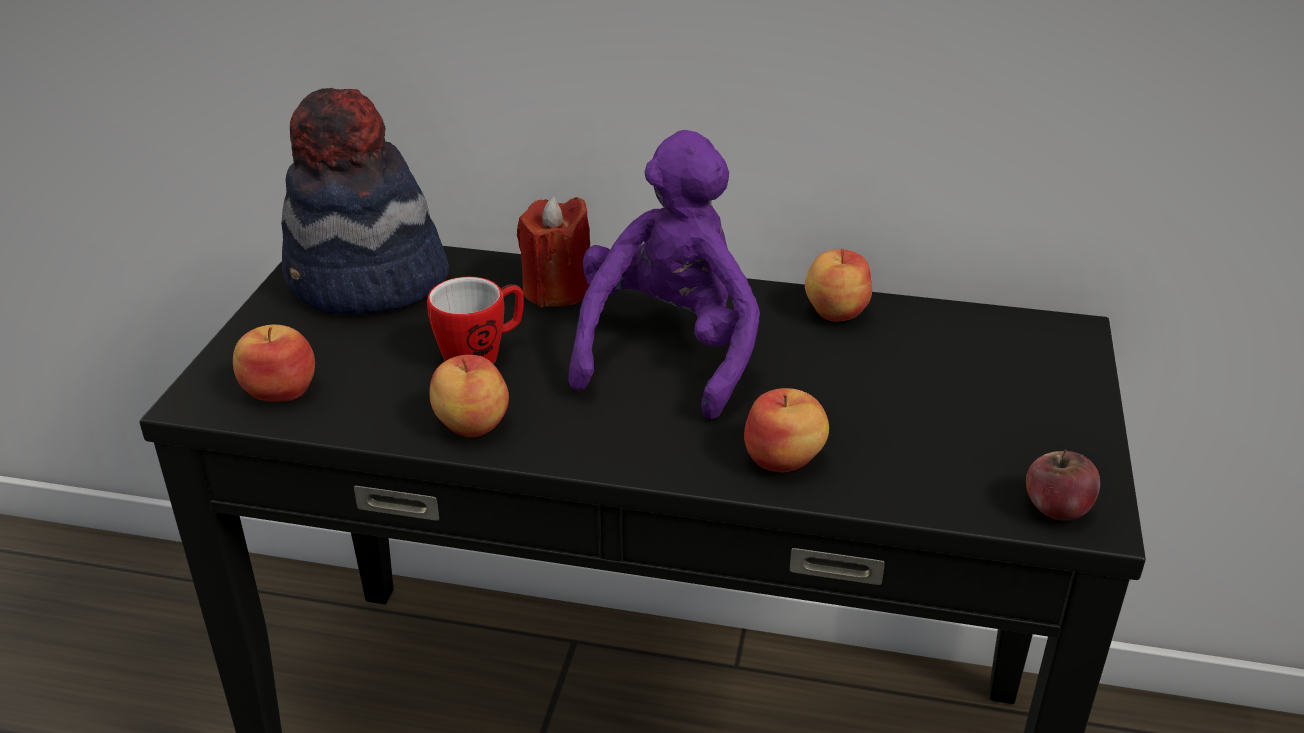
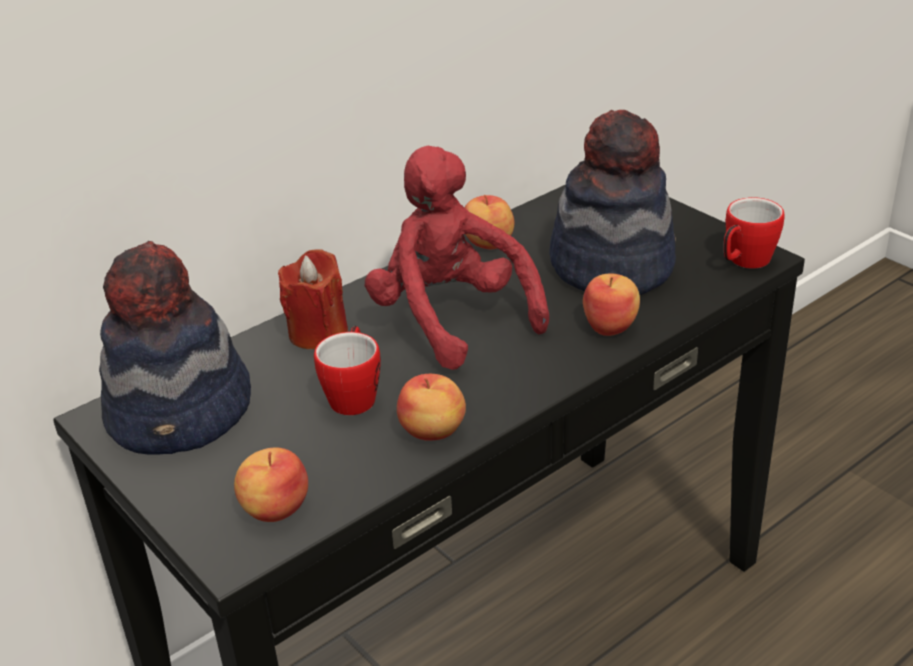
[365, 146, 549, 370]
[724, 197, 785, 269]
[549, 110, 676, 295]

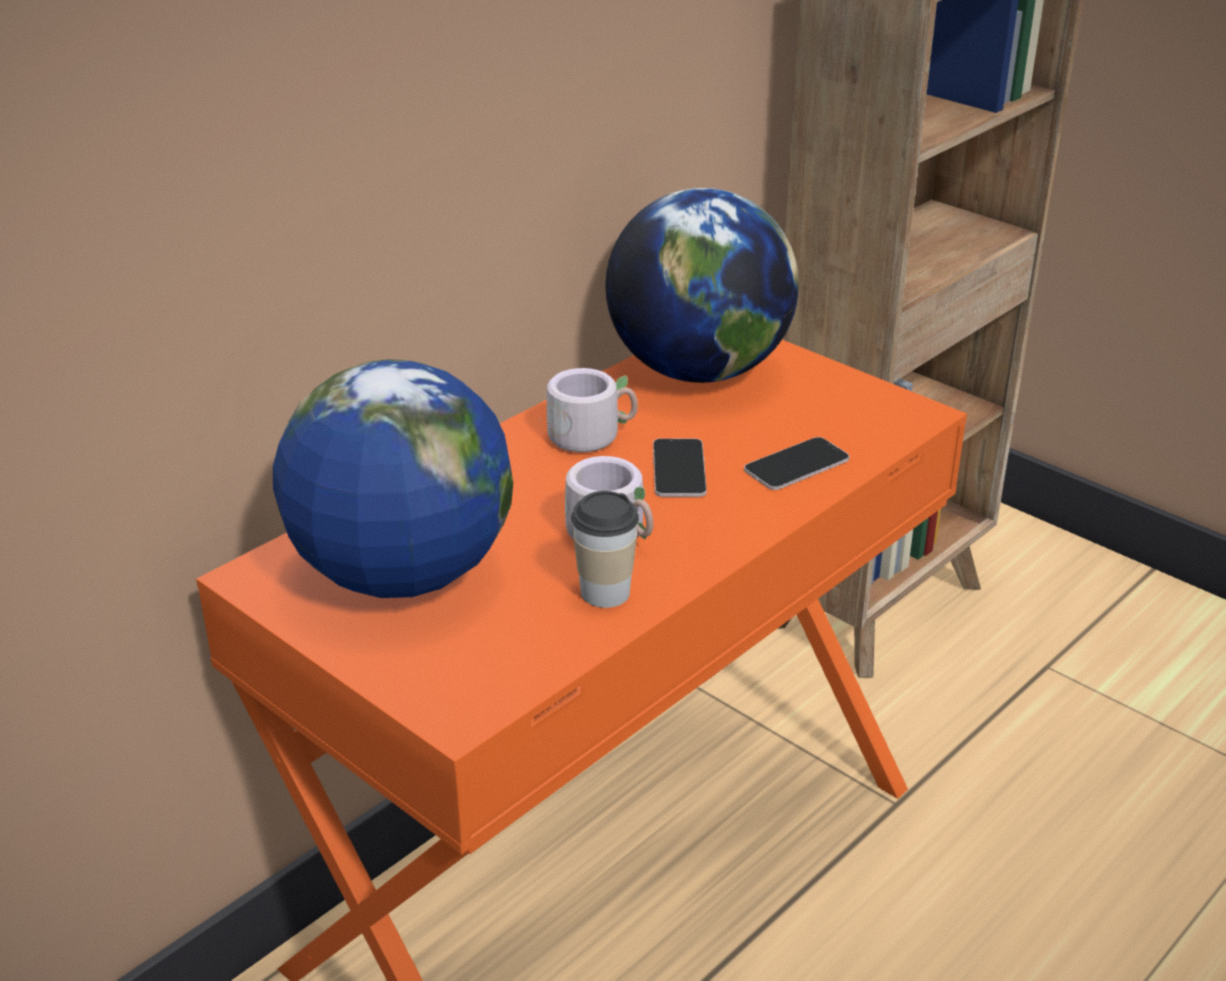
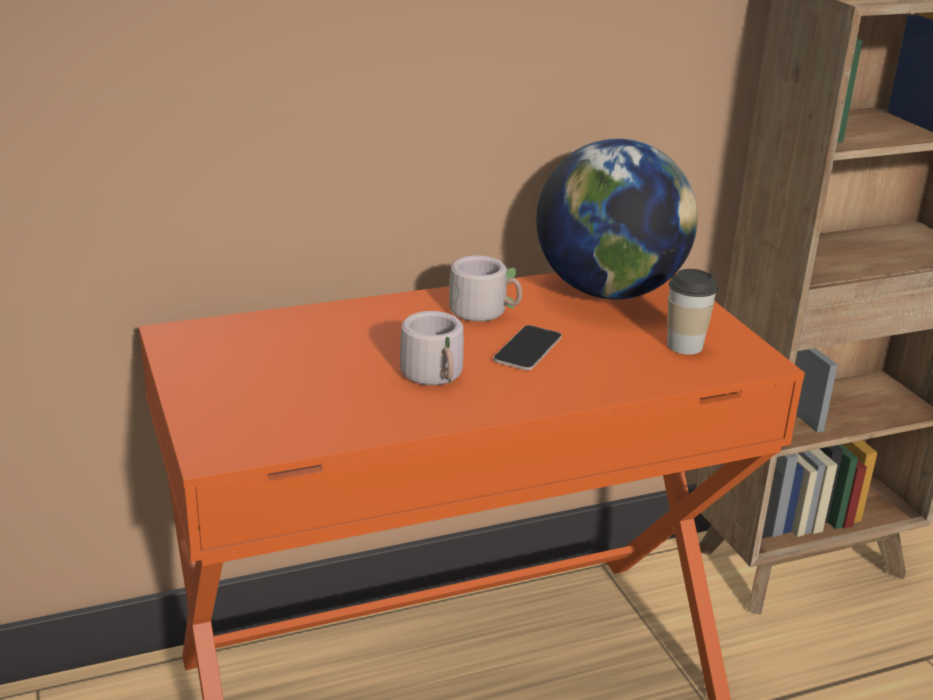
[273, 359, 513, 598] (first image)
[667, 269, 718, 355]
[744, 437, 849, 490] (first image)

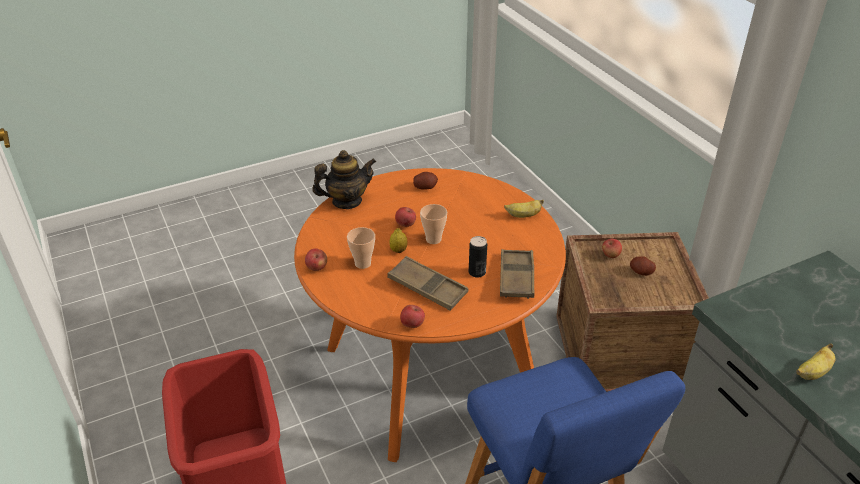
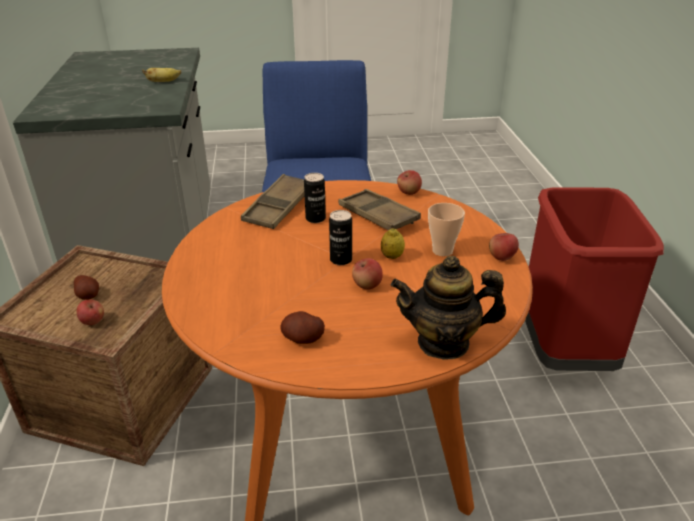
[329, 210, 352, 265]
[504, 200, 544, 218] (first image)

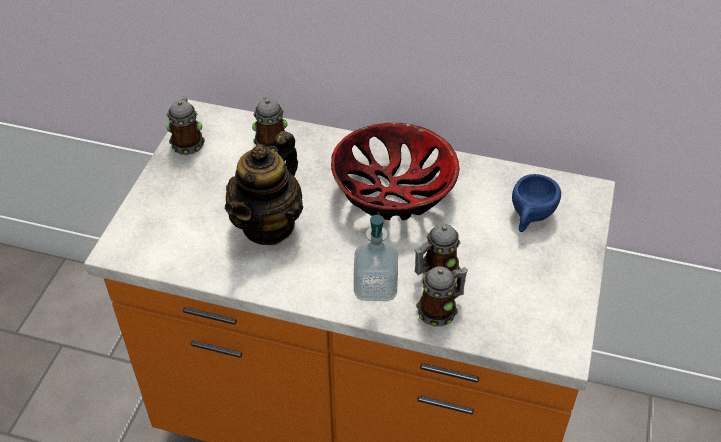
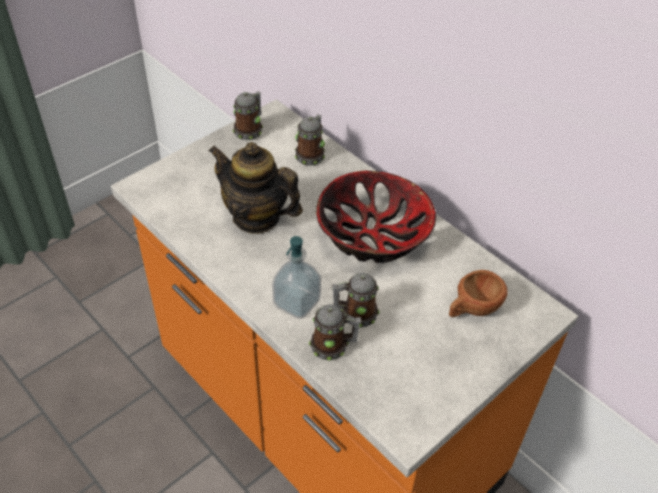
[209, 142, 303, 234]
[449, 270, 508, 317]

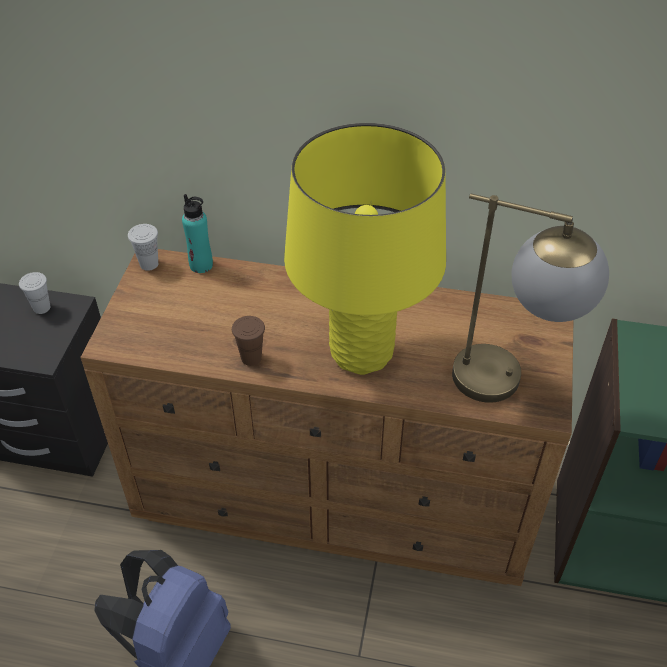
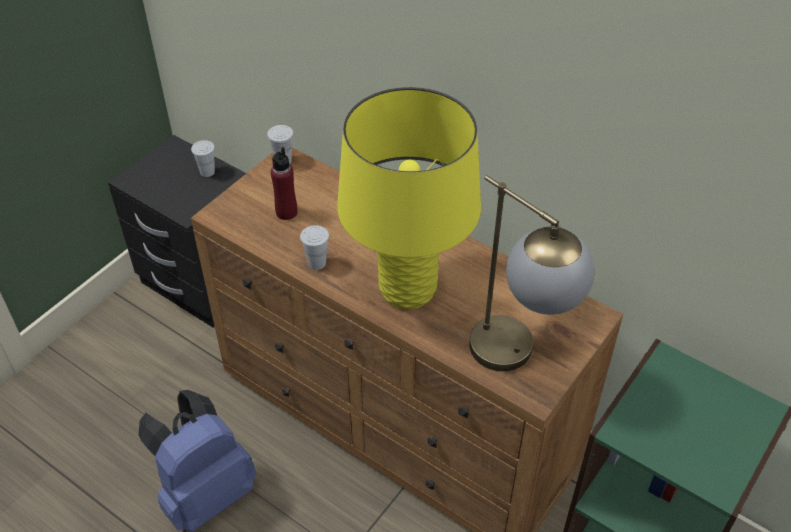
[182, 194, 213, 273] (first image)
[300, 225, 329, 270]
[271, 147, 297, 220]

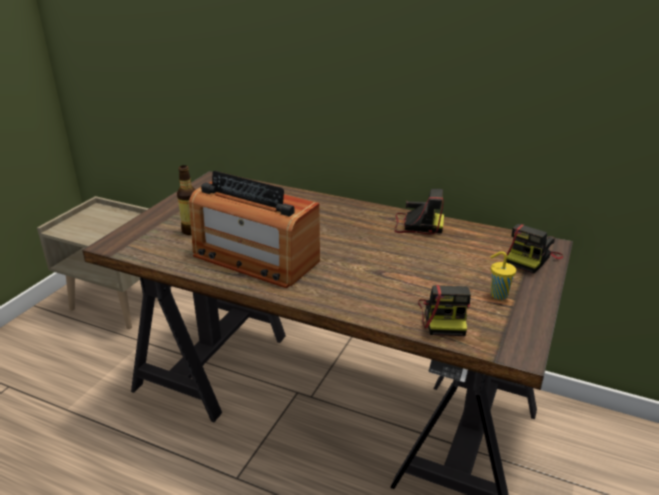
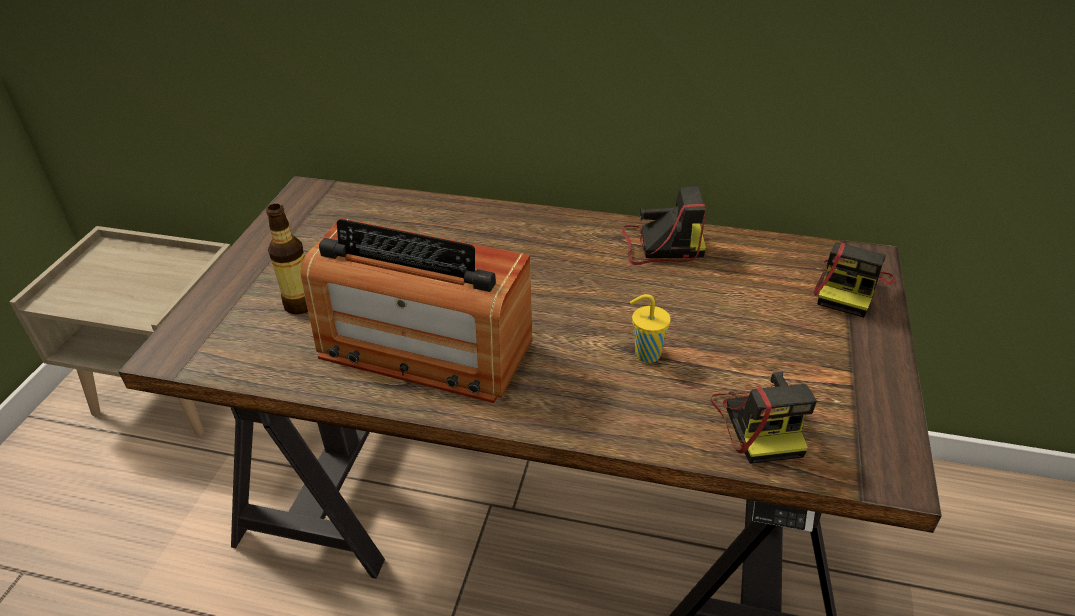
[630, 294, 671, 363]

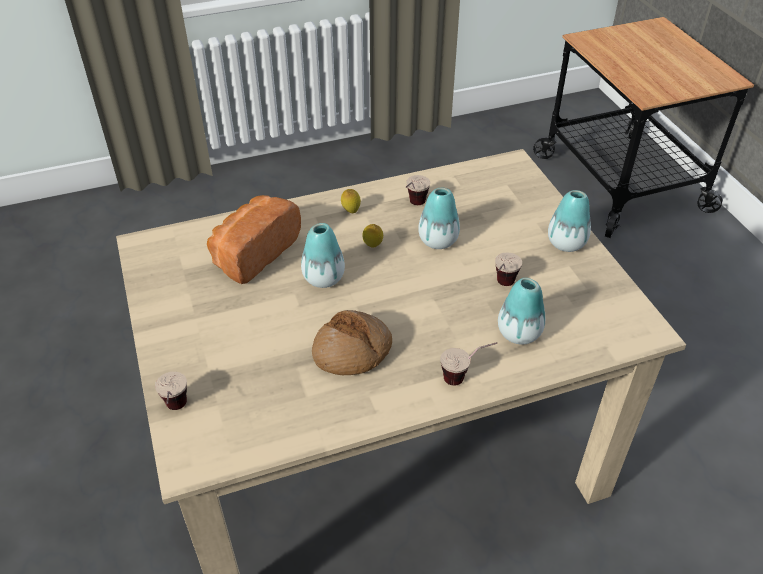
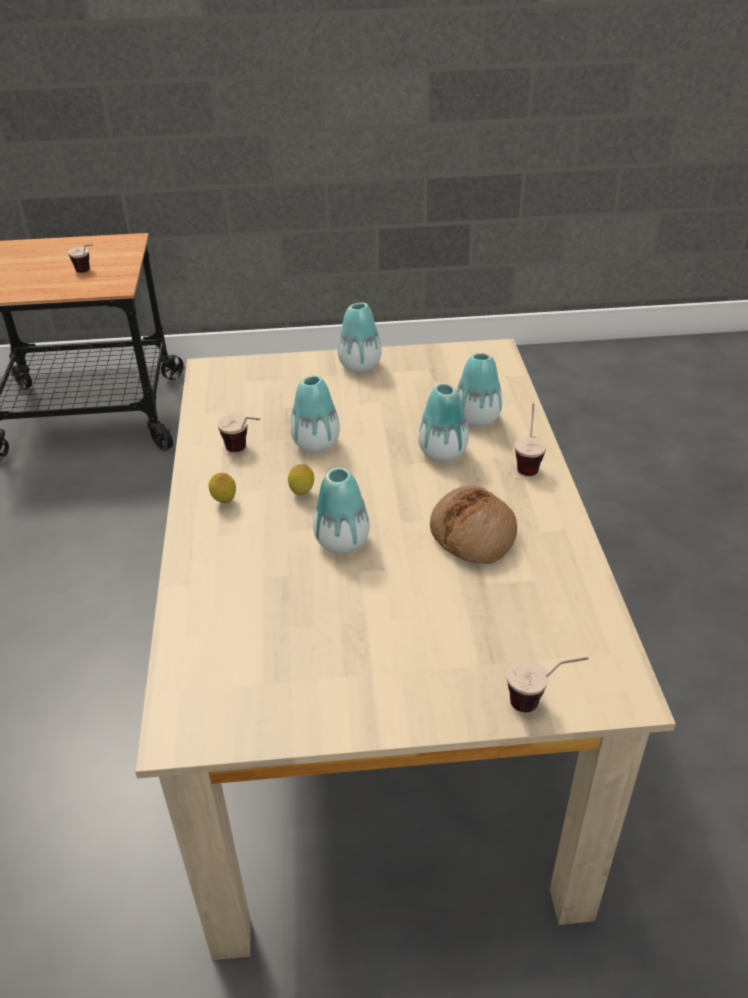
[207, 195, 301, 284] (first image)
[68, 245, 93, 273]
[418, 384, 469, 462]

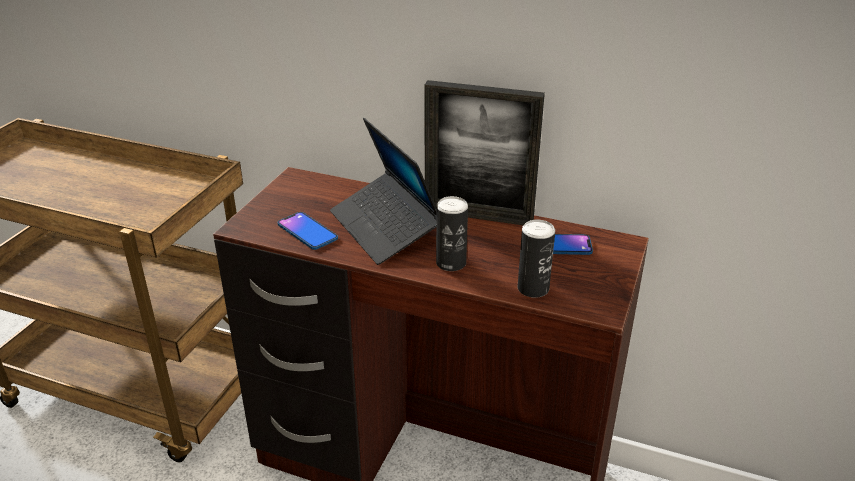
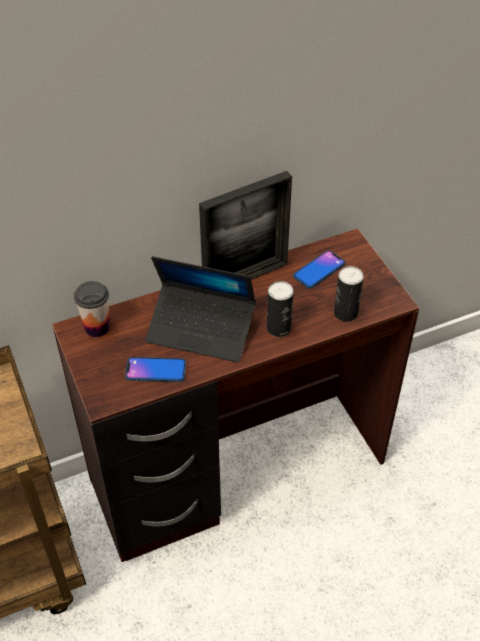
[74, 281, 110, 337]

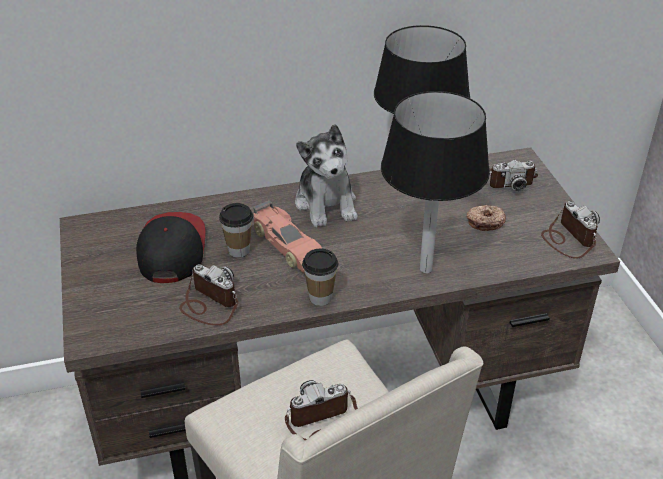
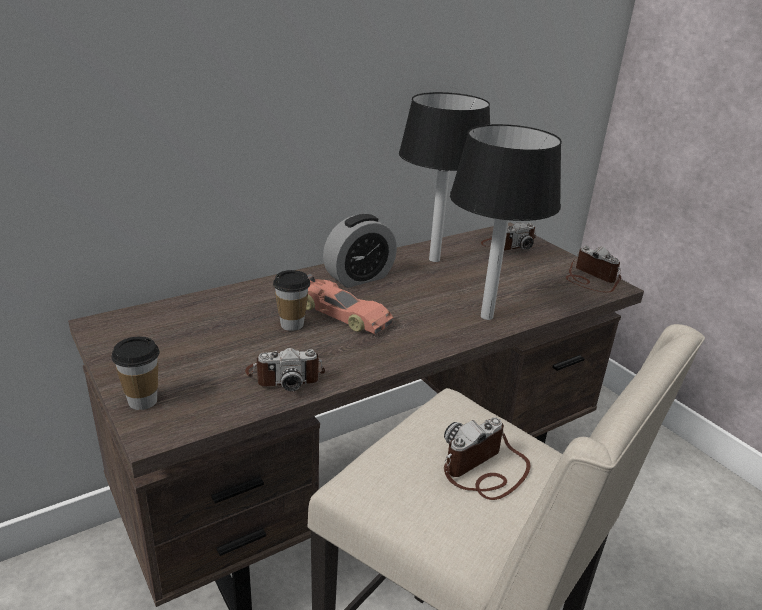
[136, 212, 206, 283] (first image)
[245, 348, 325, 391]
[323, 214, 397, 288]
[111, 337, 160, 410]
[467, 205, 506, 231] (first image)

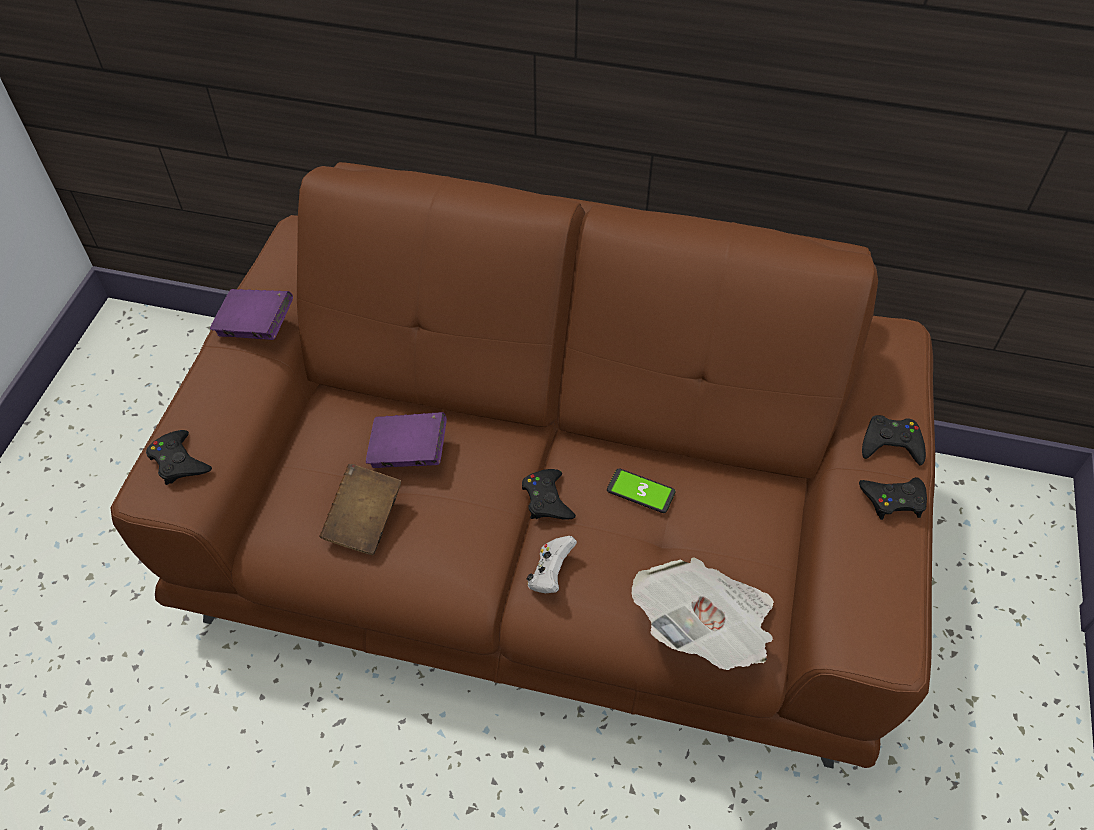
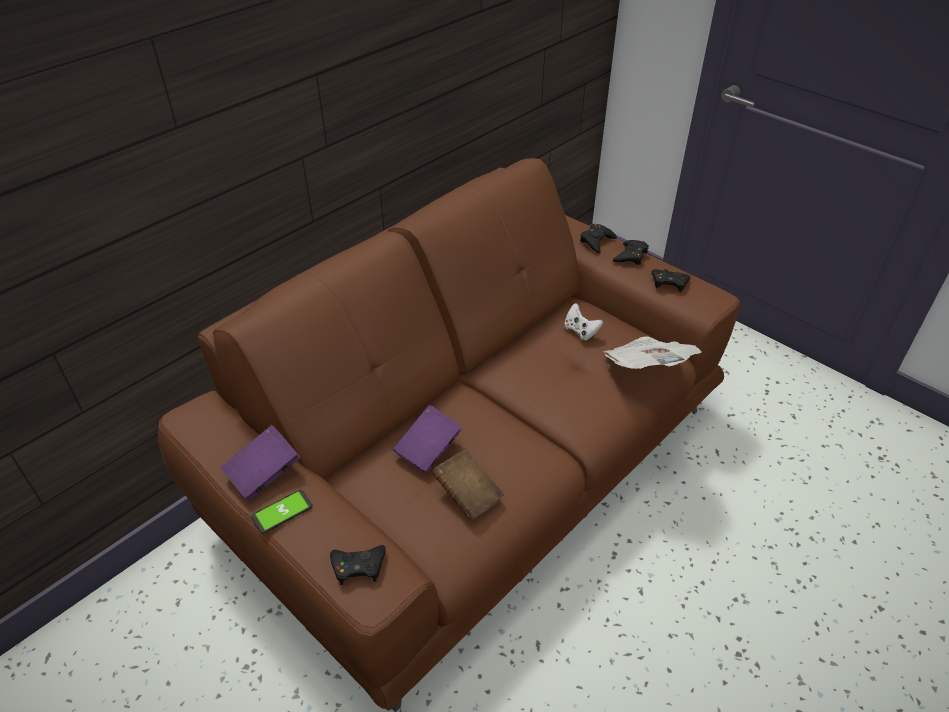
[651, 269, 691, 292]
[564, 303, 603, 340]
[251, 490, 312, 534]

